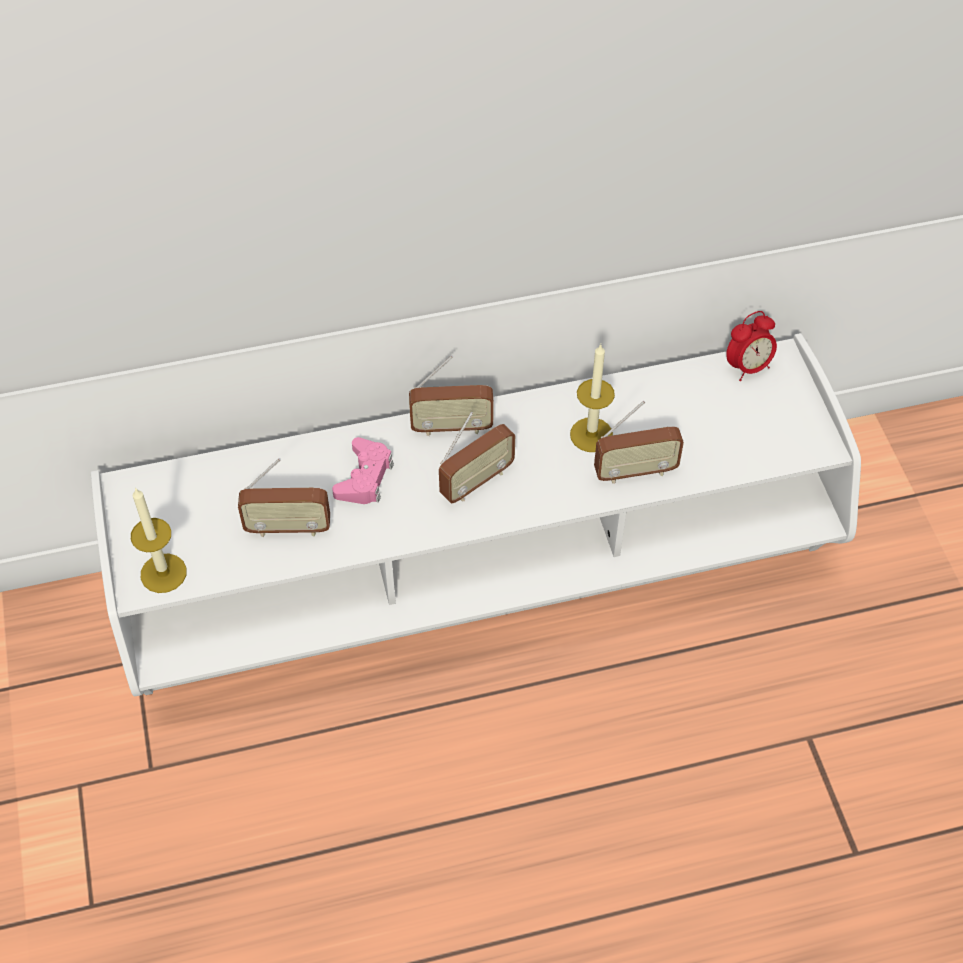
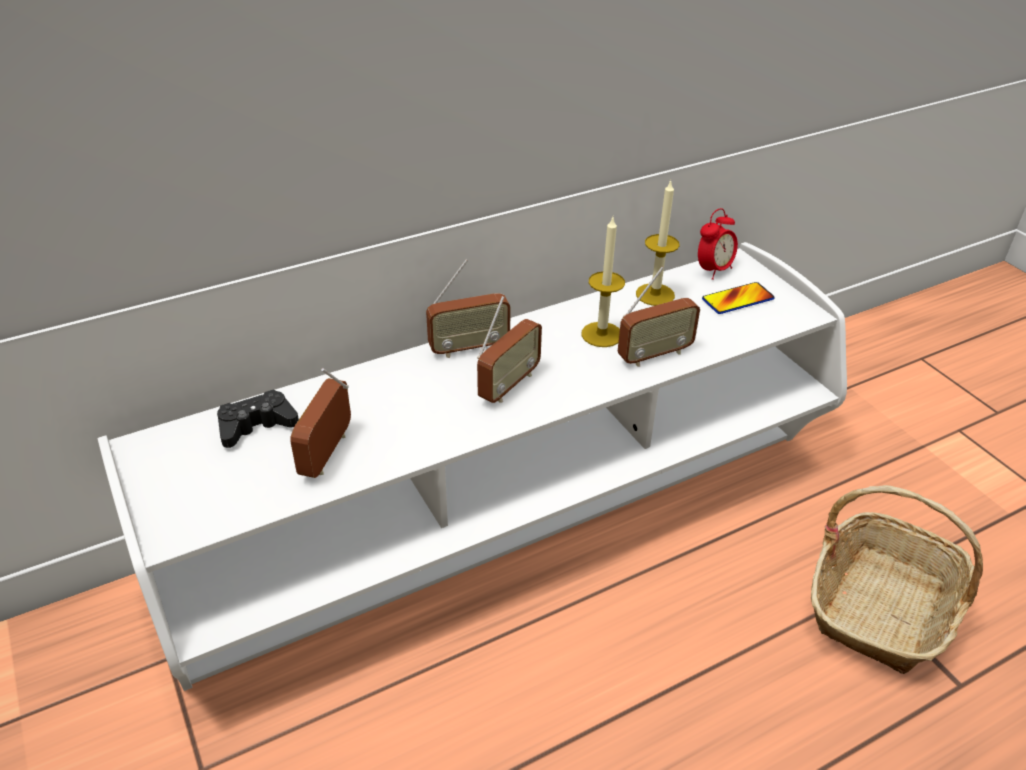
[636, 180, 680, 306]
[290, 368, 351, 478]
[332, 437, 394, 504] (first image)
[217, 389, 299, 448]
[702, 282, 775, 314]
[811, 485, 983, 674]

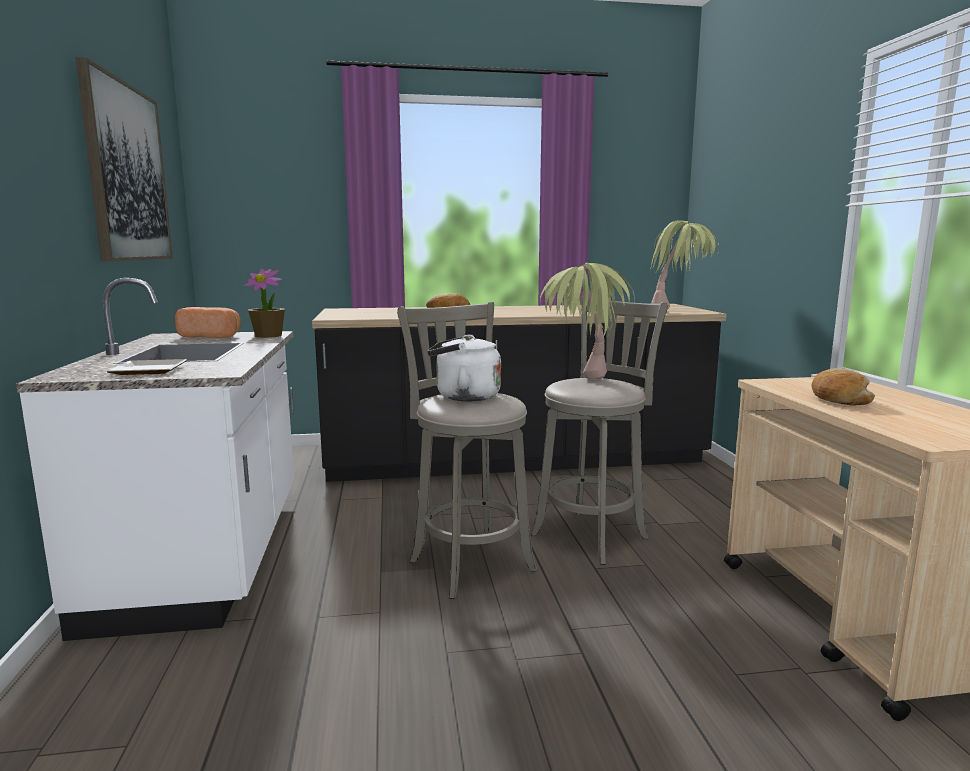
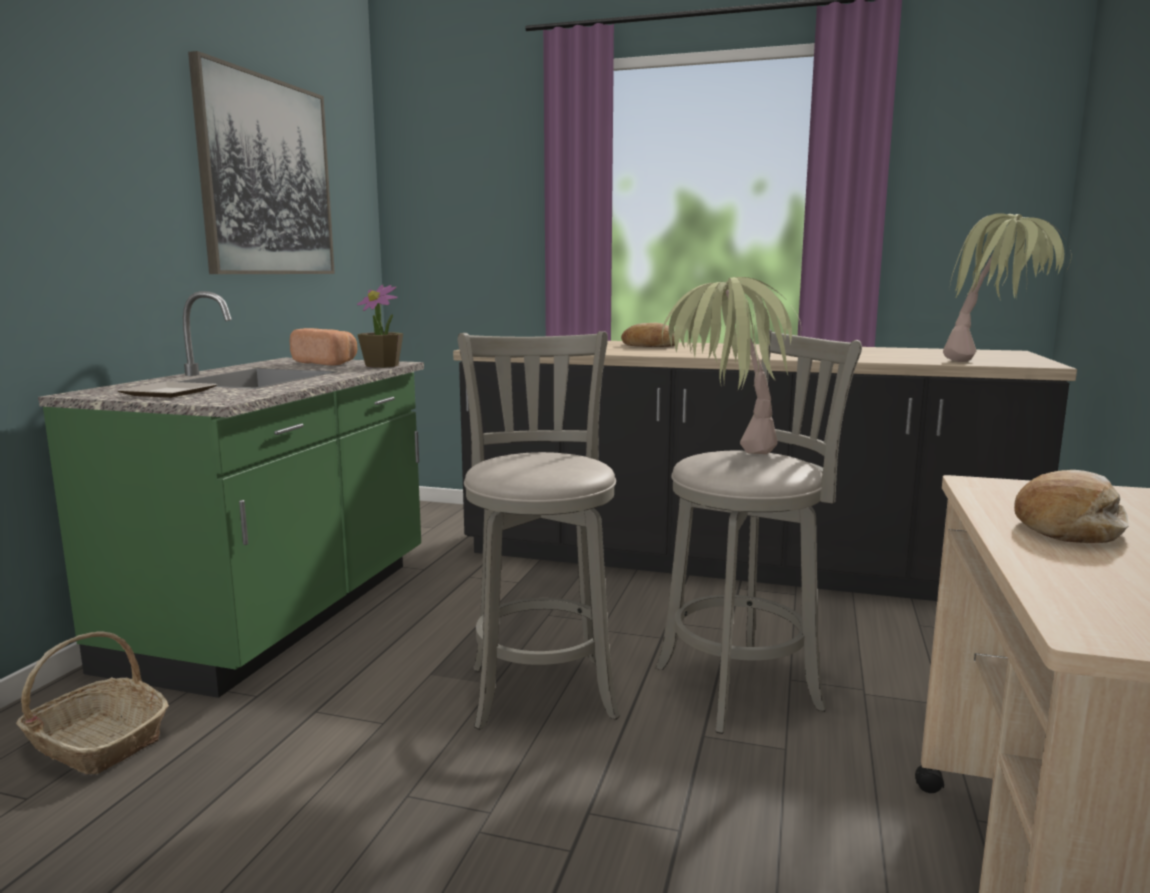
[38, 291, 424, 698]
[427, 335, 501, 402] (first image)
[16, 631, 169, 774]

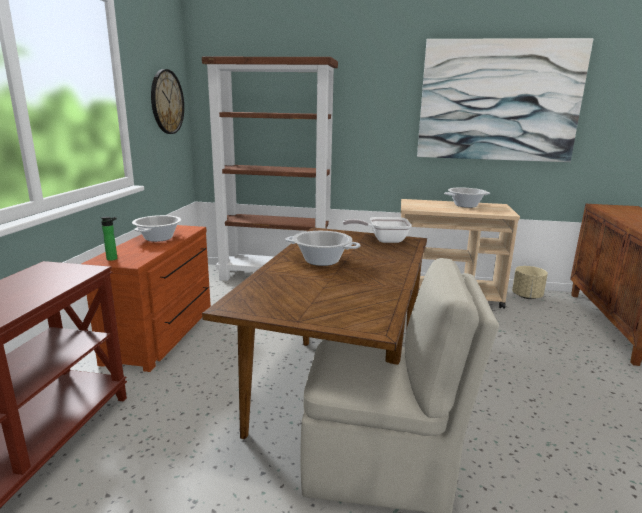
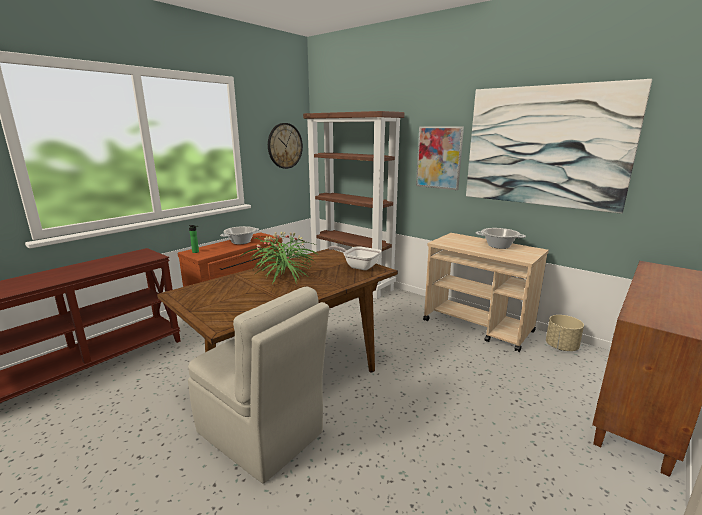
[241, 232, 319, 285]
[416, 127, 464, 190]

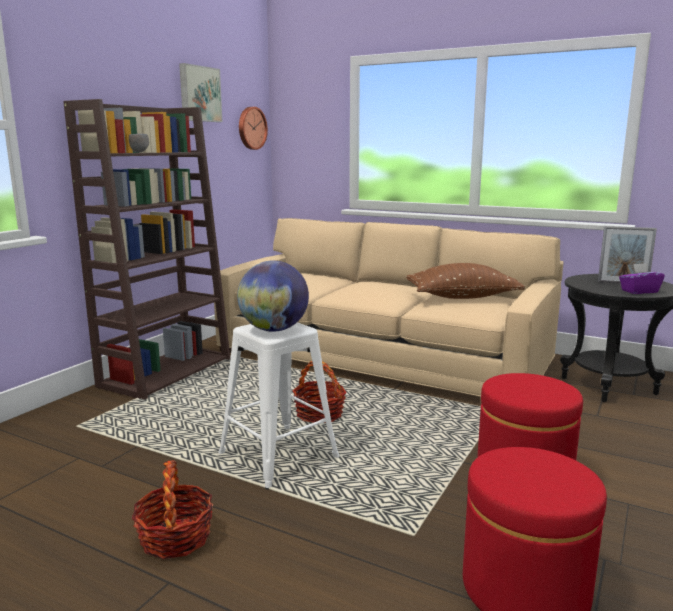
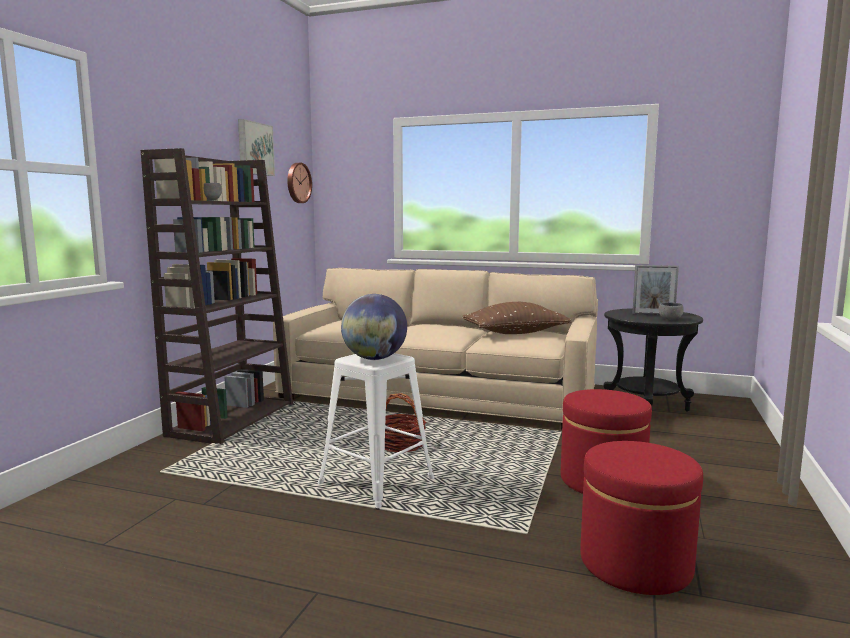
[132, 460, 213, 559] (first image)
[659, 302, 684, 320]

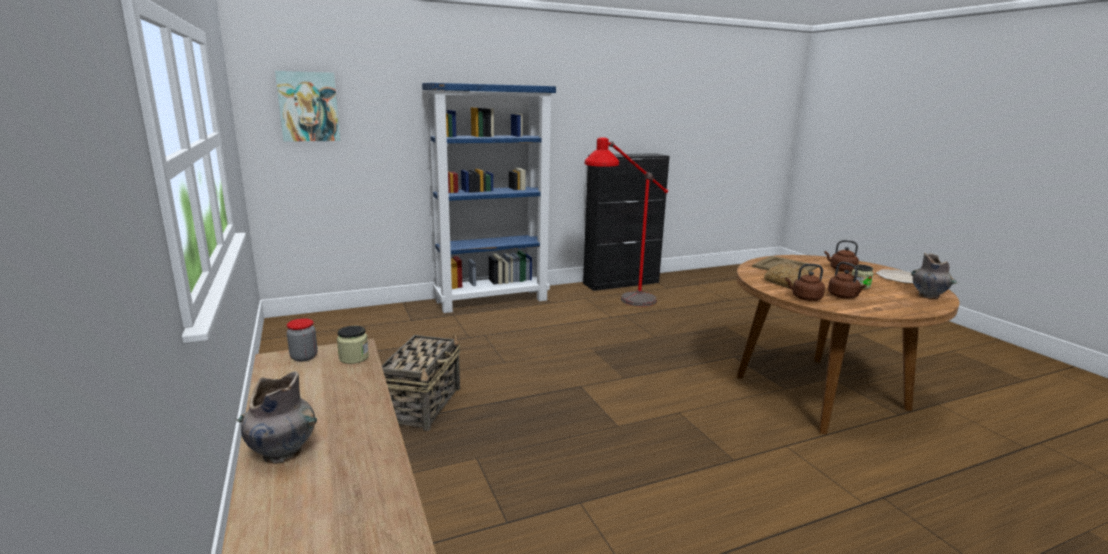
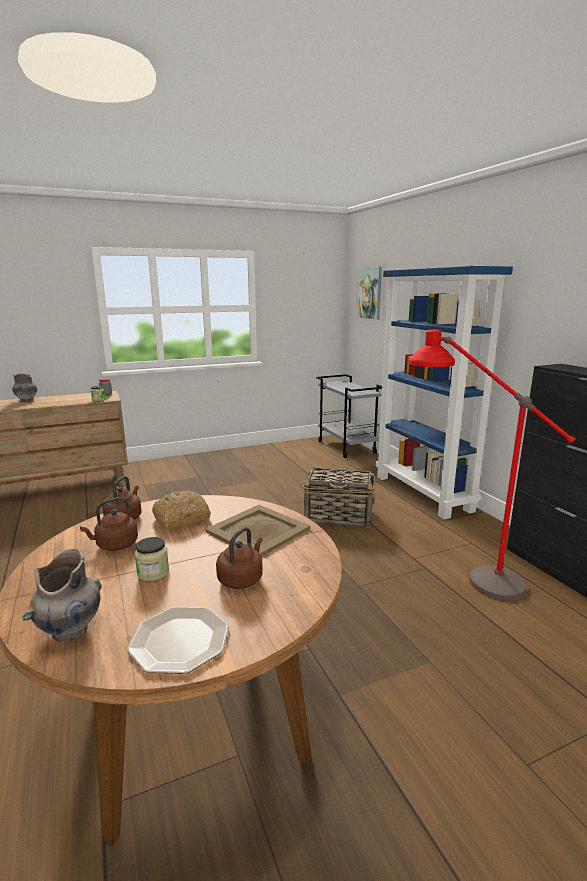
[303, 468, 375, 528]
[316, 374, 382, 458]

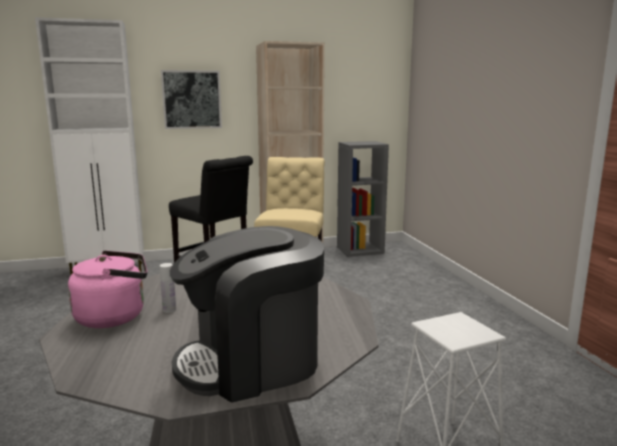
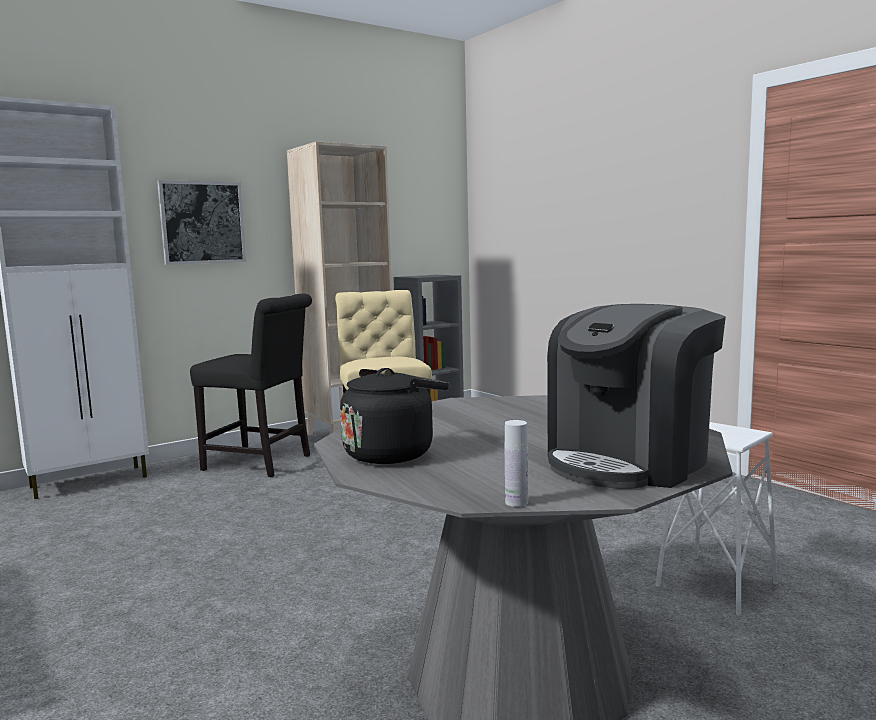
[340, 368, 449, 464]
[505, 420, 528, 507]

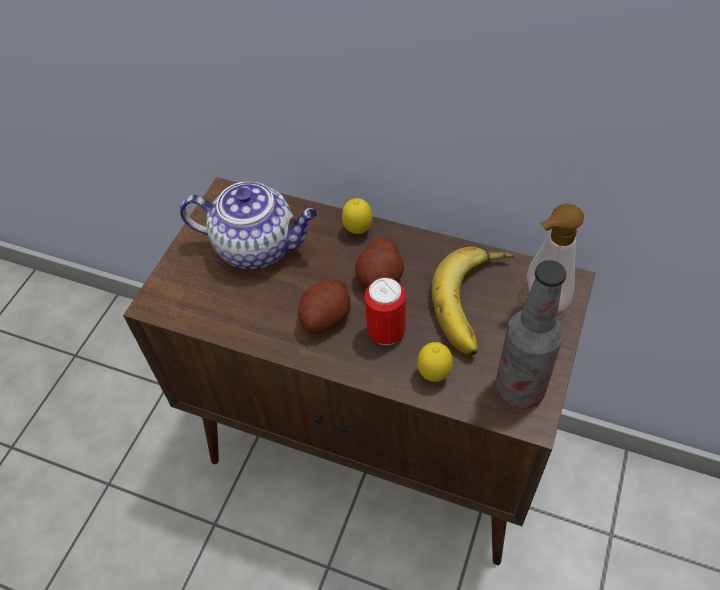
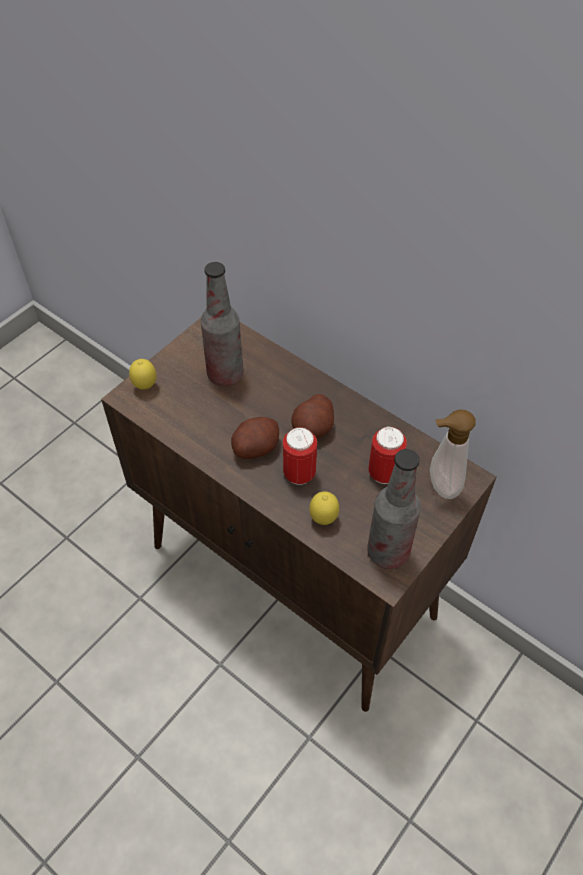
[201, 262, 243, 386]
[129, 359, 156, 390]
[369, 426, 407, 484]

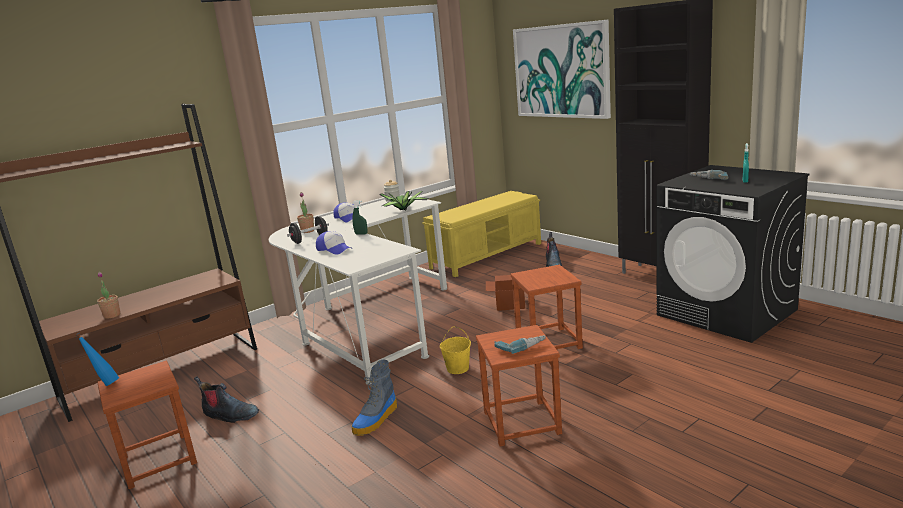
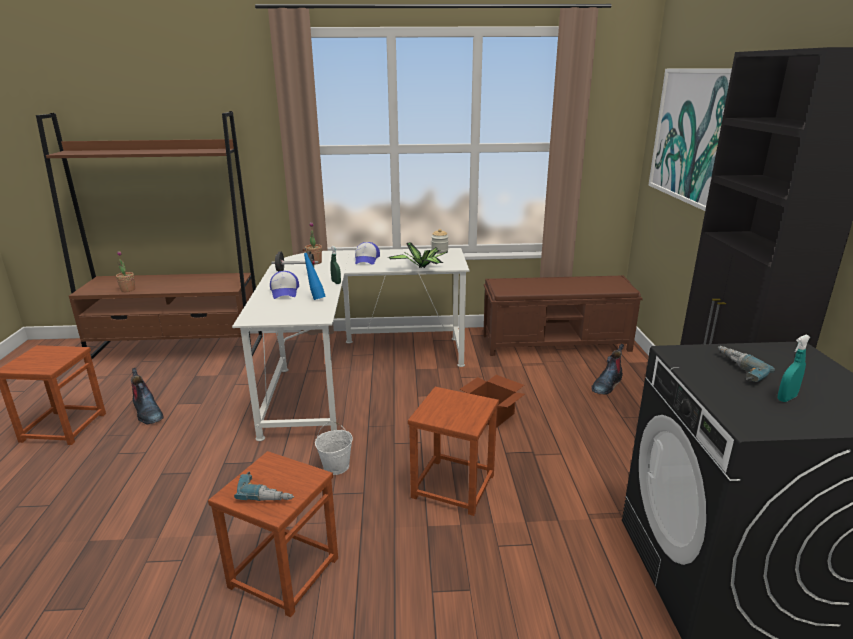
[303, 249, 326, 300]
[351, 360, 397, 436] (first image)
[483, 275, 643, 356]
[315, 421, 353, 475]

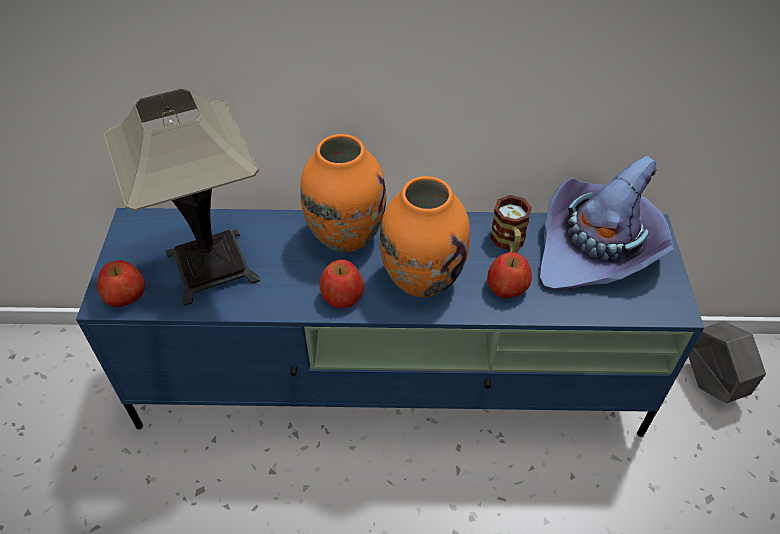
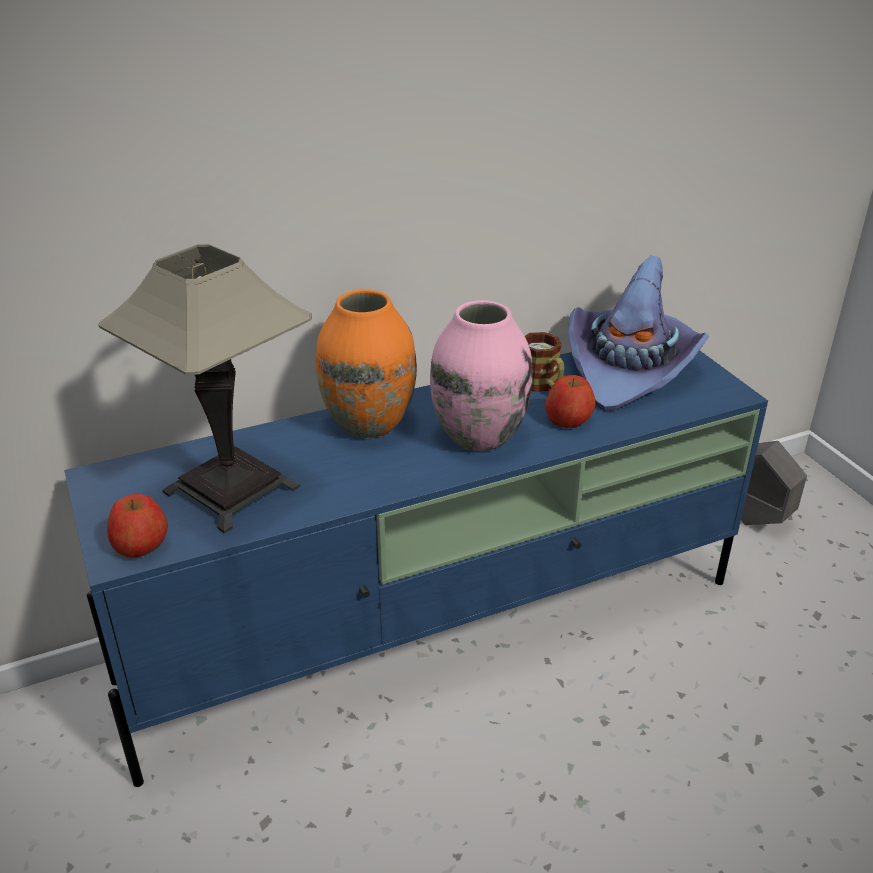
[319, 260, 364, 308] (first image)
[430, 300, 533, 452]

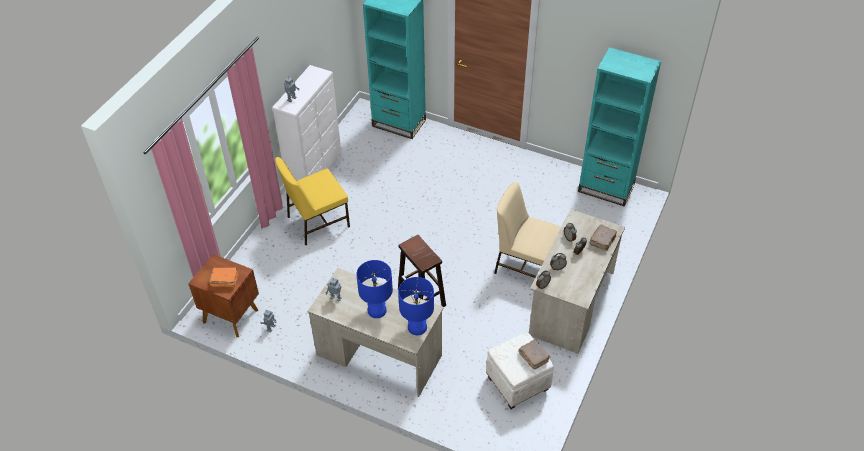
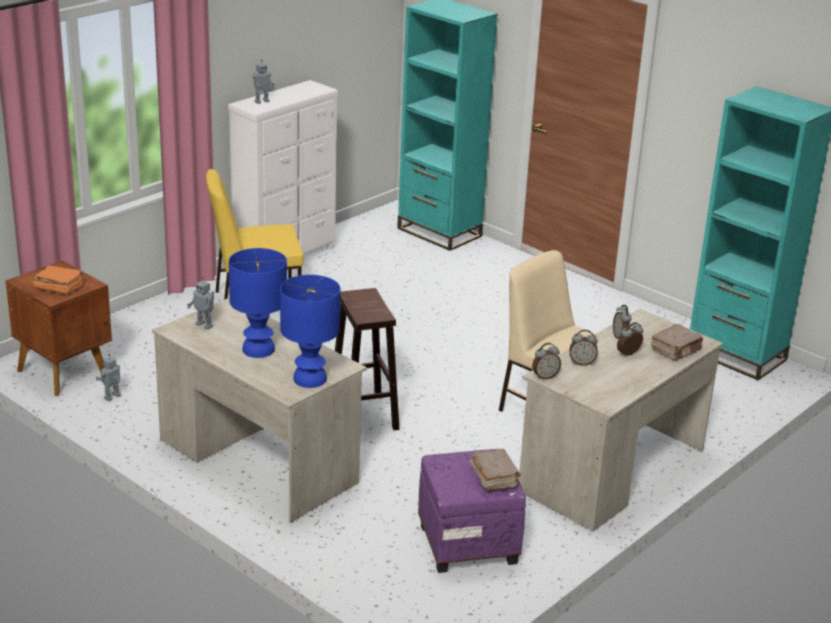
[418, 449, 526, 573]

